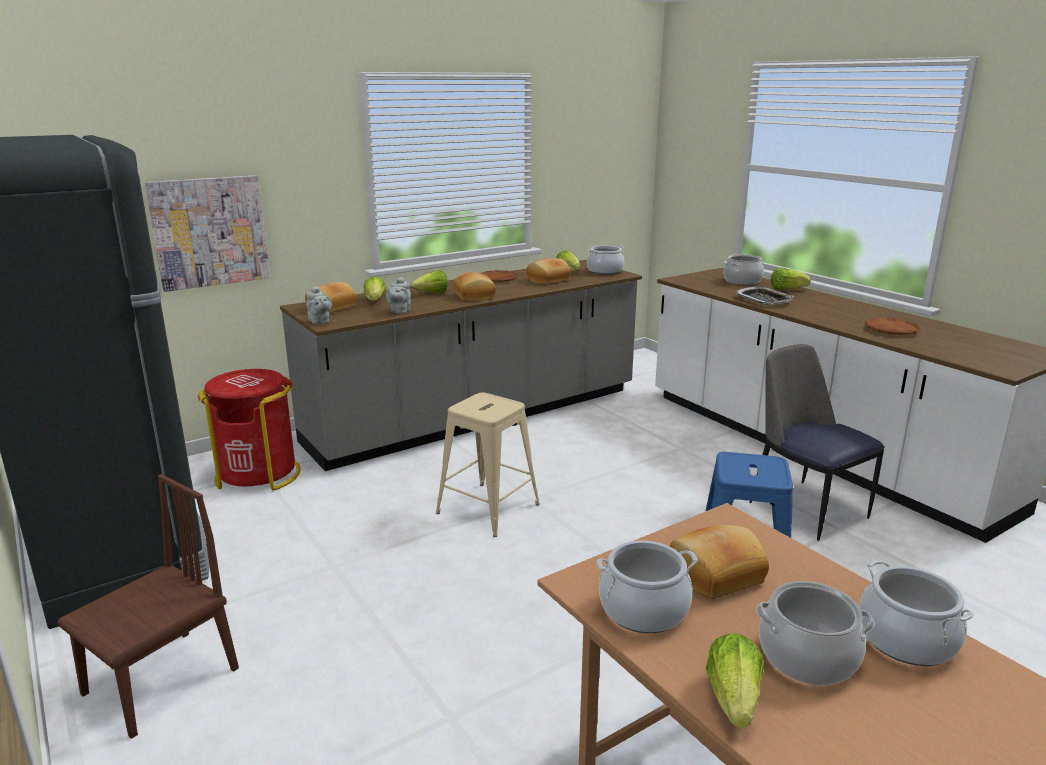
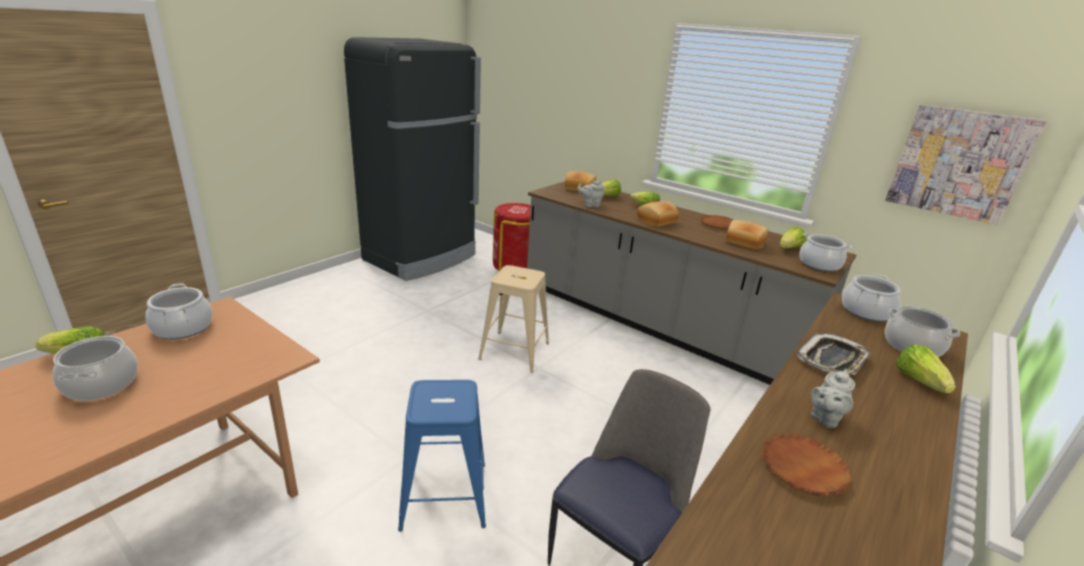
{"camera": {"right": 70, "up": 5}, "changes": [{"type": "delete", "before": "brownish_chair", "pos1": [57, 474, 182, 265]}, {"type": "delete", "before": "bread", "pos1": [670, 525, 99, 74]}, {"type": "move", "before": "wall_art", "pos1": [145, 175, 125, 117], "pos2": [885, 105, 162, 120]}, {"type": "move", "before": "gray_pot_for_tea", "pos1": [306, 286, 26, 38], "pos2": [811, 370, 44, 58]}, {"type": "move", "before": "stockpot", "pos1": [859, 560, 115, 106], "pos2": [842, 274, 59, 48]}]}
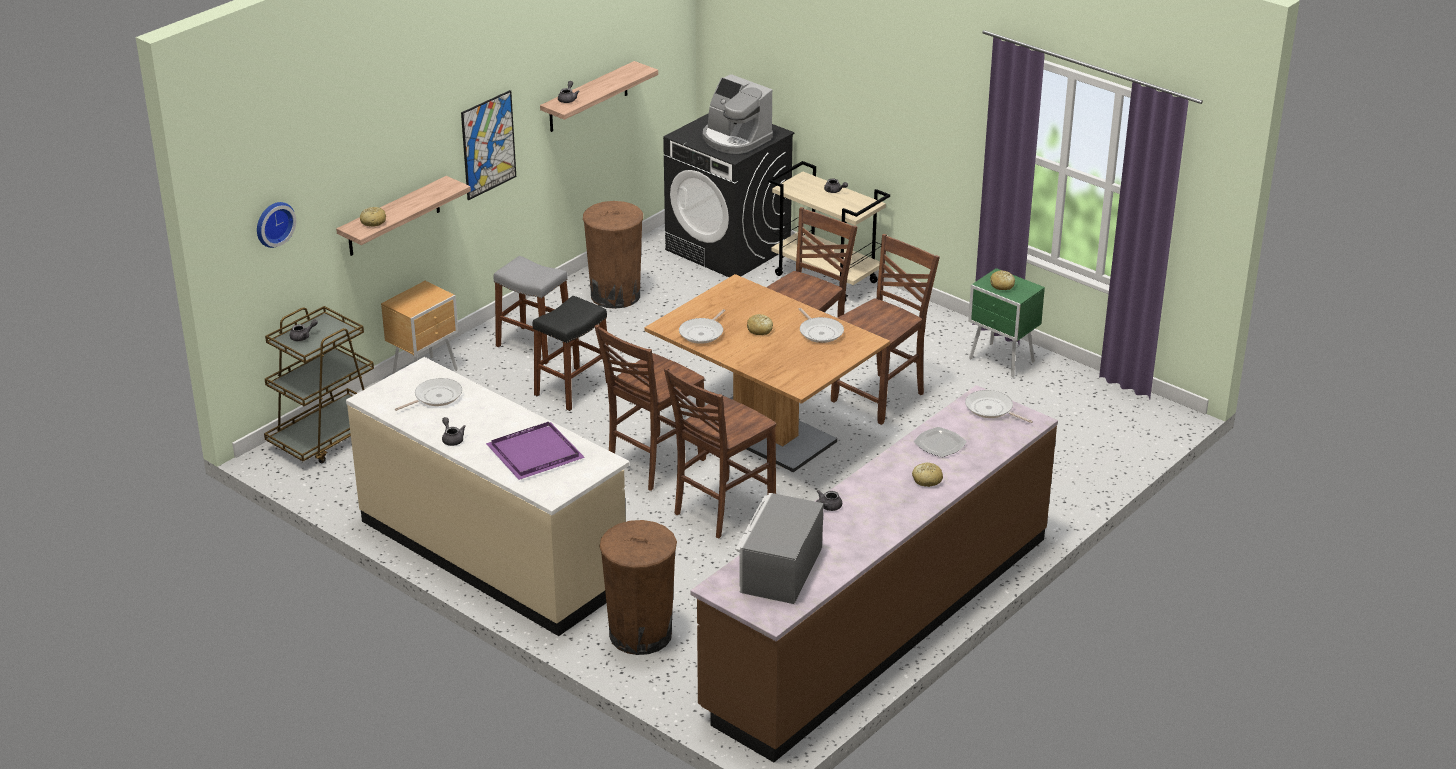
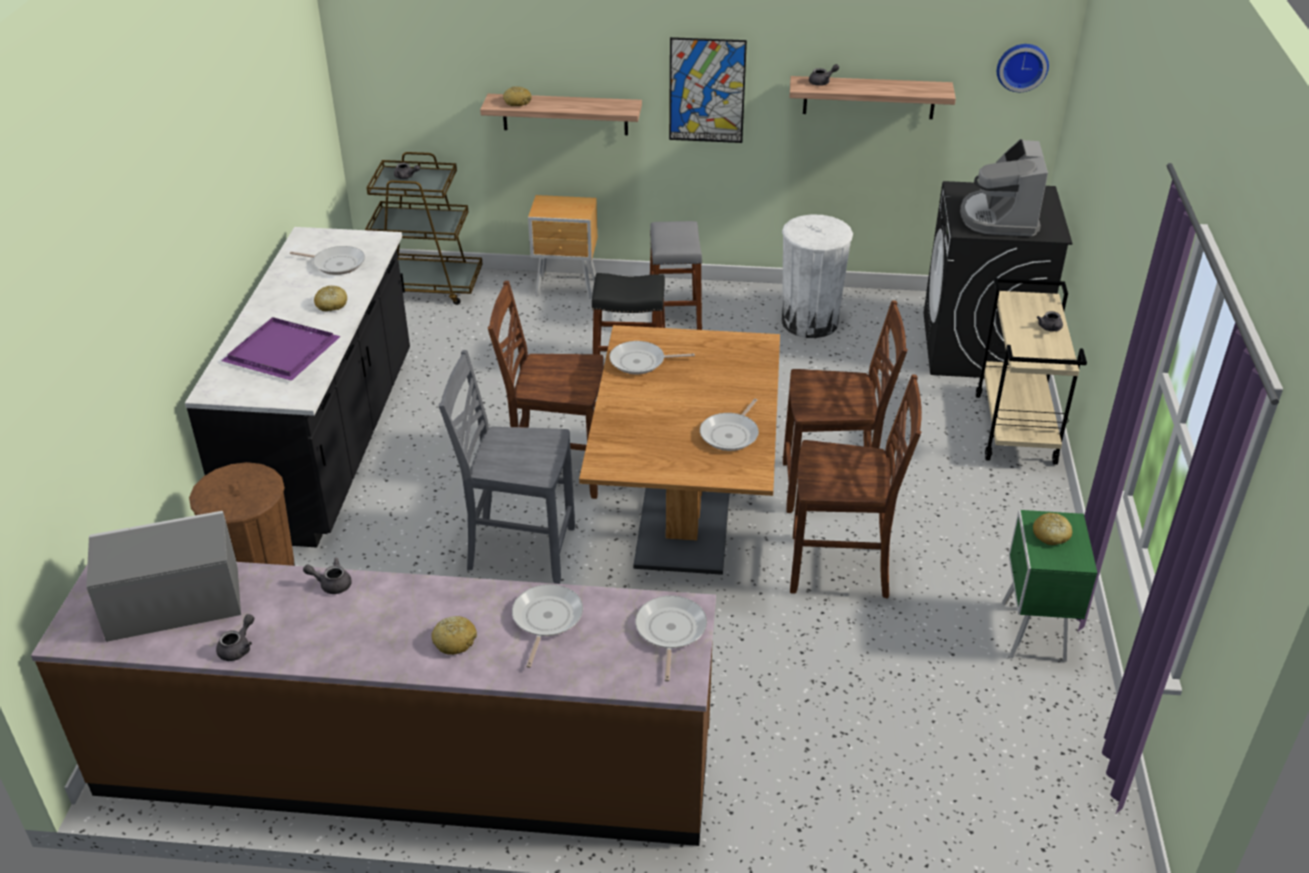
{"camera": {"right": 55, "up": 5}, "changes": [{"type": "move", "before": "hanging_clock", "pos1": [257, 202, 39, 46], "pos2": [997, 44, 52, 48]}, {"type": "move", "before": "gray_pot_for_tea", "pos1": [442, 417, 24, 29], "pos2": [216, 614, 38, 47]}, {"type": "move", "before": "bread", "pos1": [747, 314, 26, 21], "pos2": [314, 286, 33, 25]}, {"type": "replace", "before": "dinner_plate", "after": "skillet", "pos1": [914, 427, 53, 30], "pos2": [512, 584, 71, 84]}, {"type": "recolor", "before": "beige-coloured_kitchen_counter", "after": "blackish_kitchen_counter", "pos1": [346, 357, 284, 279], "pos2": [185, 227, 225, 320]}, {"type": "recolor", "before": "brownish_trash_can", "after": "whitish_trash_can", "pos1": [583, 201, 60, 108], "pos2": [782, 214, 71, 124]}, {"type": "recolor", "before": "brownish_chair", "after": "gray_chair", "pos1": [664, 367, 112, 171], "pos2": [439, 350, 136, 234]}]}
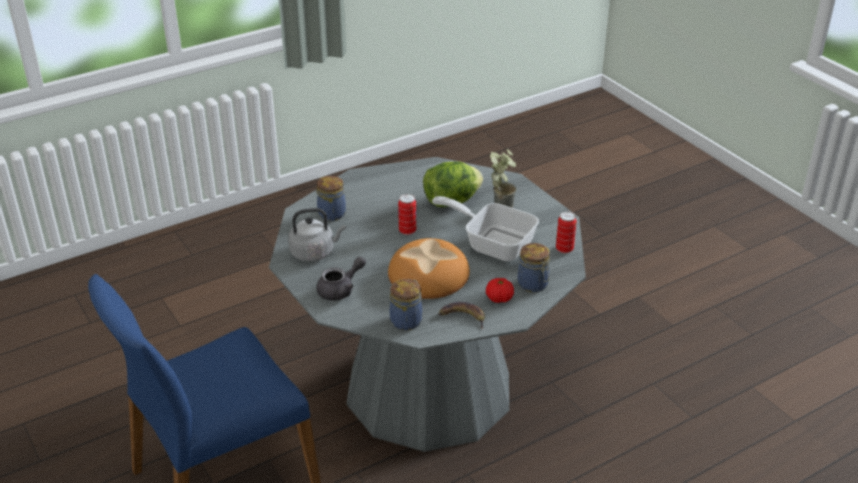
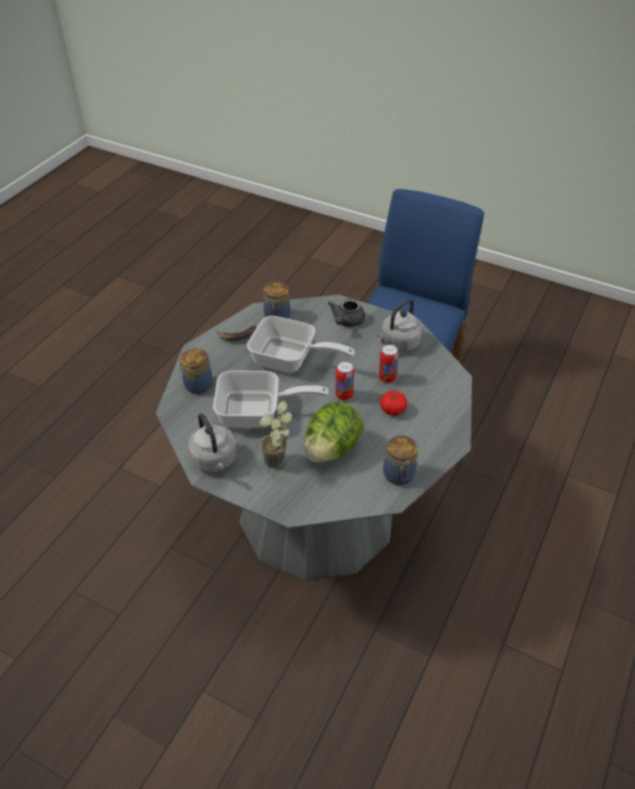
{"camera": {"right": 150, "up": 10}, "changes": [{"type": "insert", "after": "gray_water_kettle", "pos2": [187, 413, 49, 59]}, {"type": "move", "before": "preserve_jar", "pos1": [317, 176, 29, 45], "pos2": [383, 435, 35, 50]}, {"type": "move", "before": "tomato", "pos1": [486, 278, 28, 25], "pos2": [380, 390, 27, 26]}, {"type": "move", "before": "metal_can", "pos1": [556, 211, 21, 42], "pos2": [379, 344, 19, 39]}, {"type": "replace", "before": "bread", "after": "skillet", "pos1": [388, 238, 82, 61], "pos2": [247, 316, 108, 57]}]}
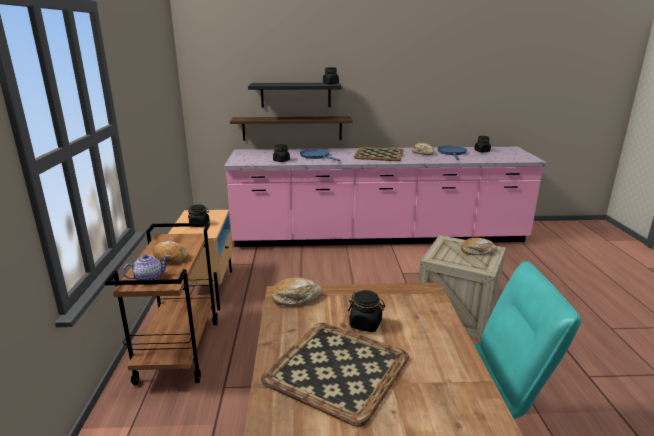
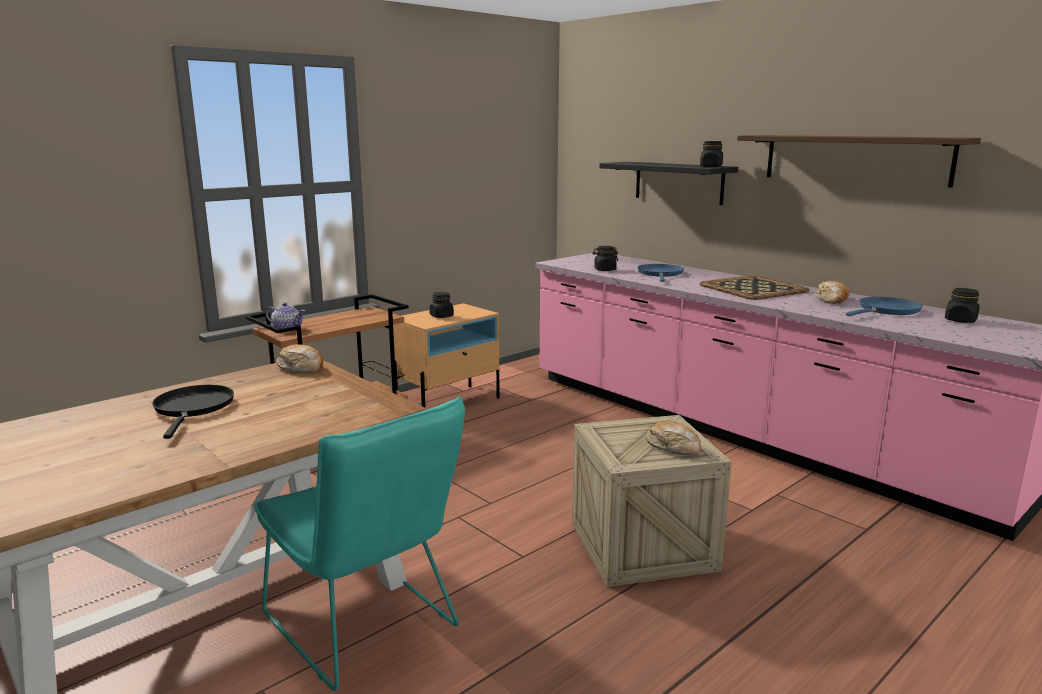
{"camera": {"right": 50, "up": -5}, "changes": [{"type": "delete", "before": "bread", "pos1": [153, 241, 36, 22]}, {"type": "delete", "before": "blackish_preserve_jar", "pos1": [348, 290, 38, 42]}, {"type": "move", "before": "bracket_shelf", "pos1": [230, 116, 122, 25], "pos2": [737, 135, 244, 53]}, {"type": "replace", "before": "tray", "after": "blackish_skillet", "pos1": [261, 323, 148, 104], "pos2": [152, 385, 82, 54]}]}
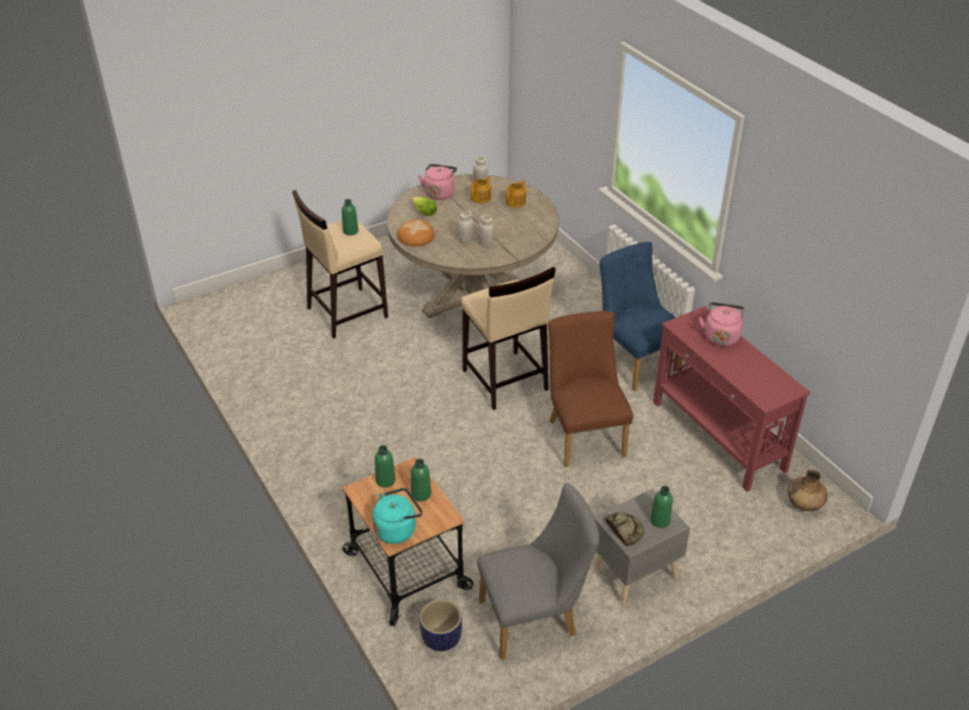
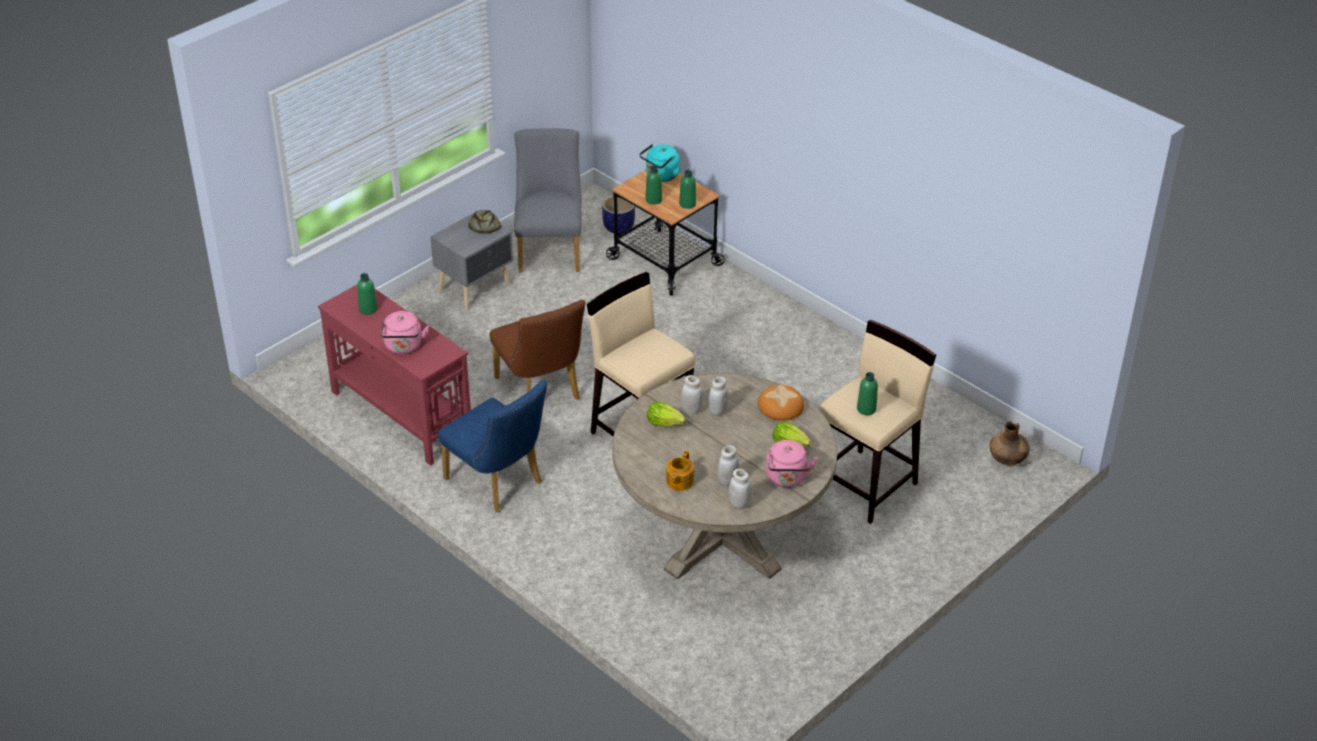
{"camera": {"right": 165, "up": 0}, "changes": [{"type": "insert", "after": "lettuce_head", "pos2": [647, 401, 39, 25]}, {"type": "move", "before": "green_drink_bottle", "pos1": [650, 486, 23, 42], "pos2": [357, 273, 21, 42]}, {"type": "move", "before": "brownish_flower_vase", "pos1": [788, 470, 40, 41], "pos2": [990, 421, 40, 44]}, {"type": "replace", "before": "pot_for_tea", "after": "whitish_preserve_jar", "pos1": [471, 176, 20, 27], "pos2": [718, 445, 21, 41]}, {"type": "rotate", "before": "gray_chair", "pos1": [477, 483, 123, 177], "pos2": [514, 128, 68, 145], "turn": 120}]}
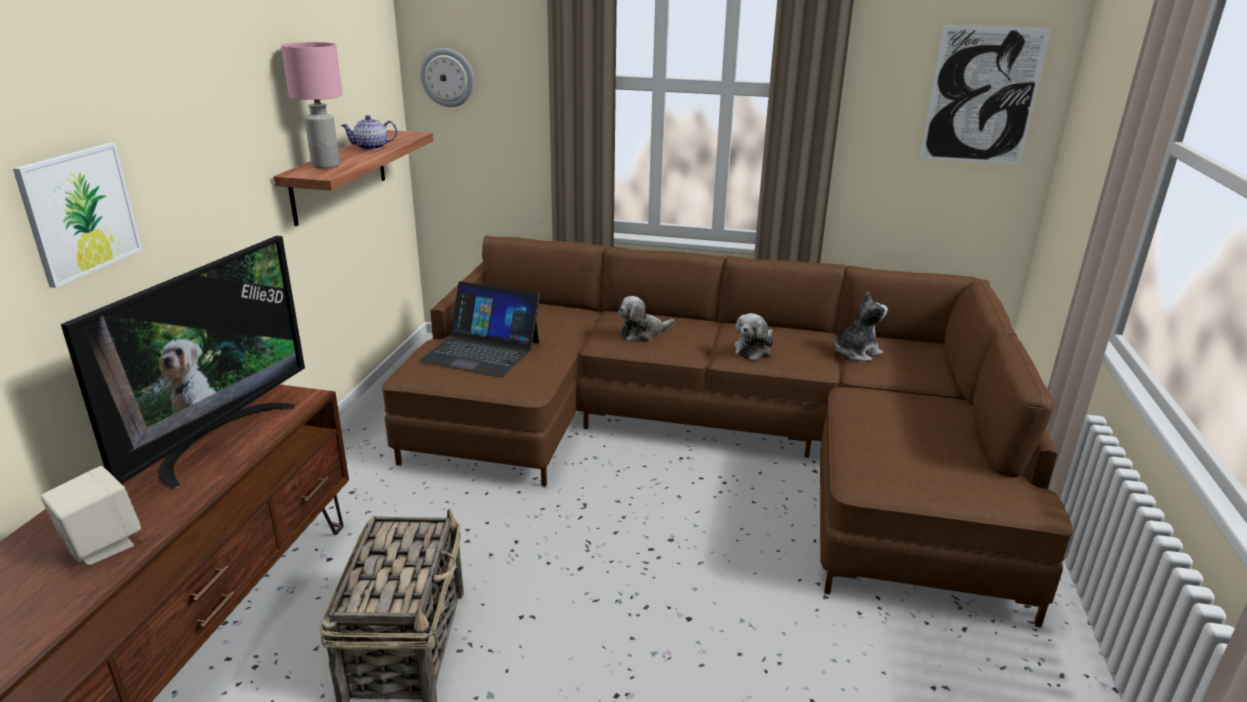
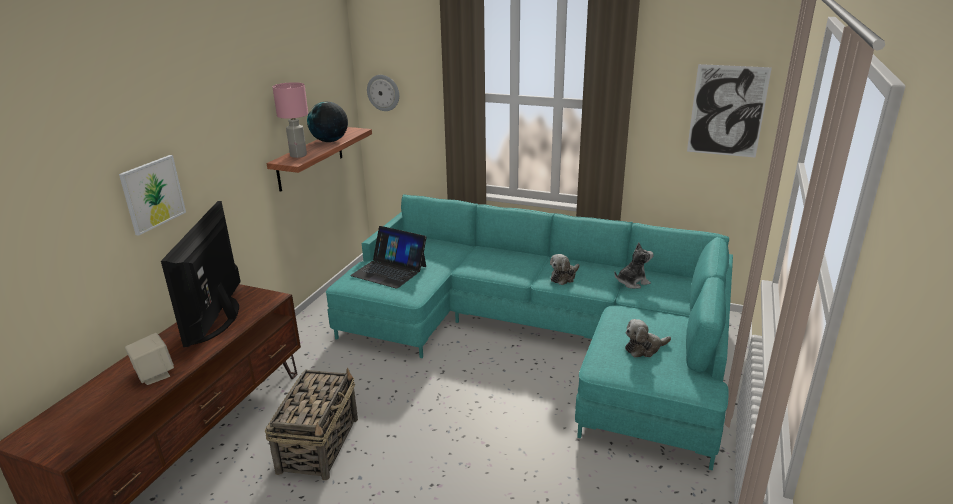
{"camera": {"right": 10, "up": 0}, "changes": [{"type": "move", "before": "soft_toy", "pos1": [619, 296, 56, 46], "pos2": [625, 319, 46, 38]}, {"type": "replace", "before": "pot_for_tea", "after": "globe", "pos1": [340, 115, 57, 35], "pos2": [307, 102, 41, 40]}, {"type": "recolor", "before": "brownish_sofa", "after": "turquoise_sofa", "pos1": [382, 235, 691, 392], "pos2": [326, 194, 407, 276]}, {"type": "rotate", "before": "television", "pos1": [61, 236, 244, 254], "pos2": [161, 201, 80, 146], "turn": 150}]}
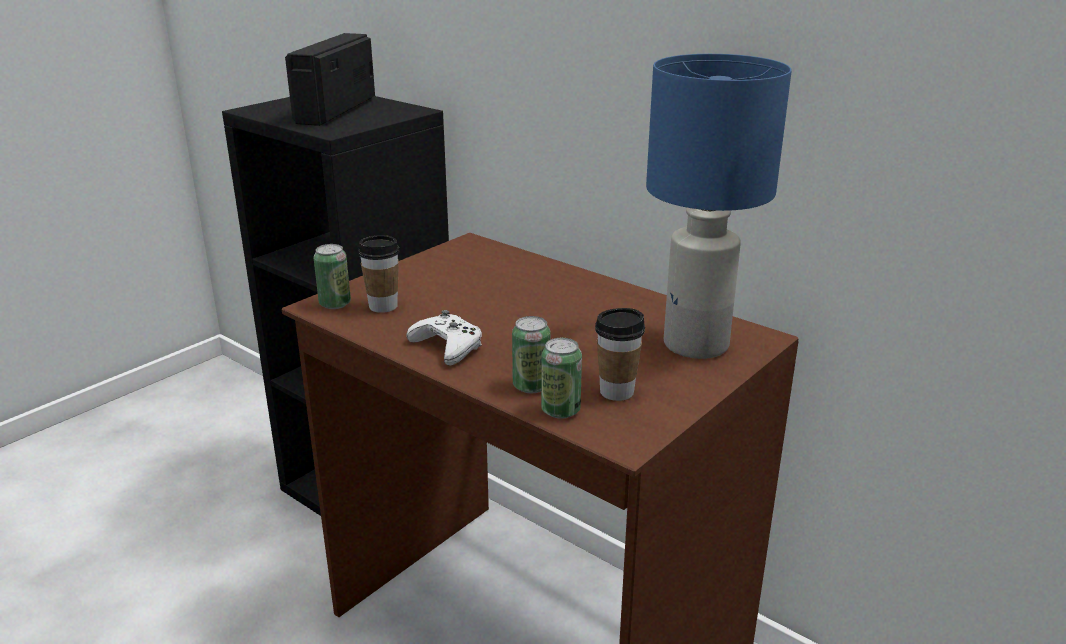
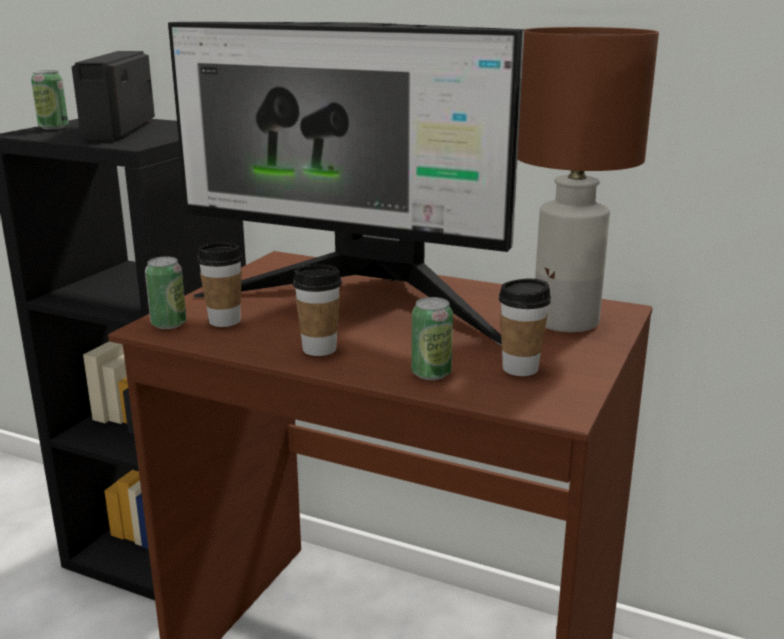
{"camera": {"right": -15, "up": -5}, "changes": [{"type": "insert", "after": "computer_display", "pos2": [168, 22, 356, 323]}, {"type": "move", "before": "metal_can", "pos1": [541, 338, 41, 81], "pos2": [31, 70, 37, 60]}, {"type": "replace", "before": "whitish_joypad", "after": "small_cup", "pos1": [407, 310, 75, 56], "pos2": [293, 265, 49, 91]}, {"type": "recolor", "before": "blue_tabletop_lamp", "after": "brownish_tabletop_lamp", "pos1": [646, 54, 146, 305], "pos2": [517, 27, 142, 305]}]}
